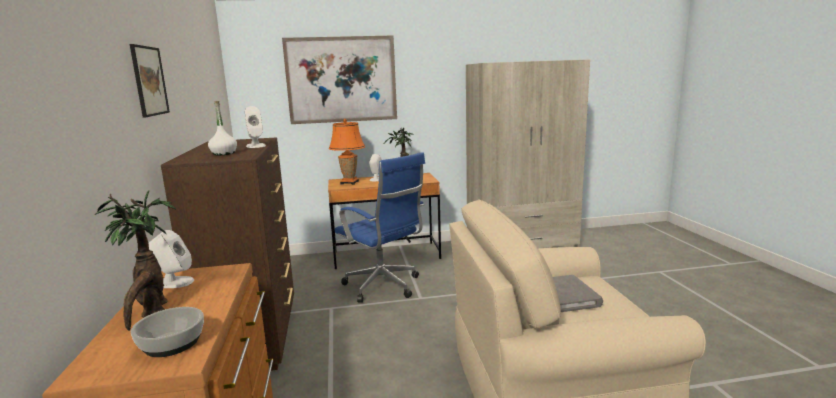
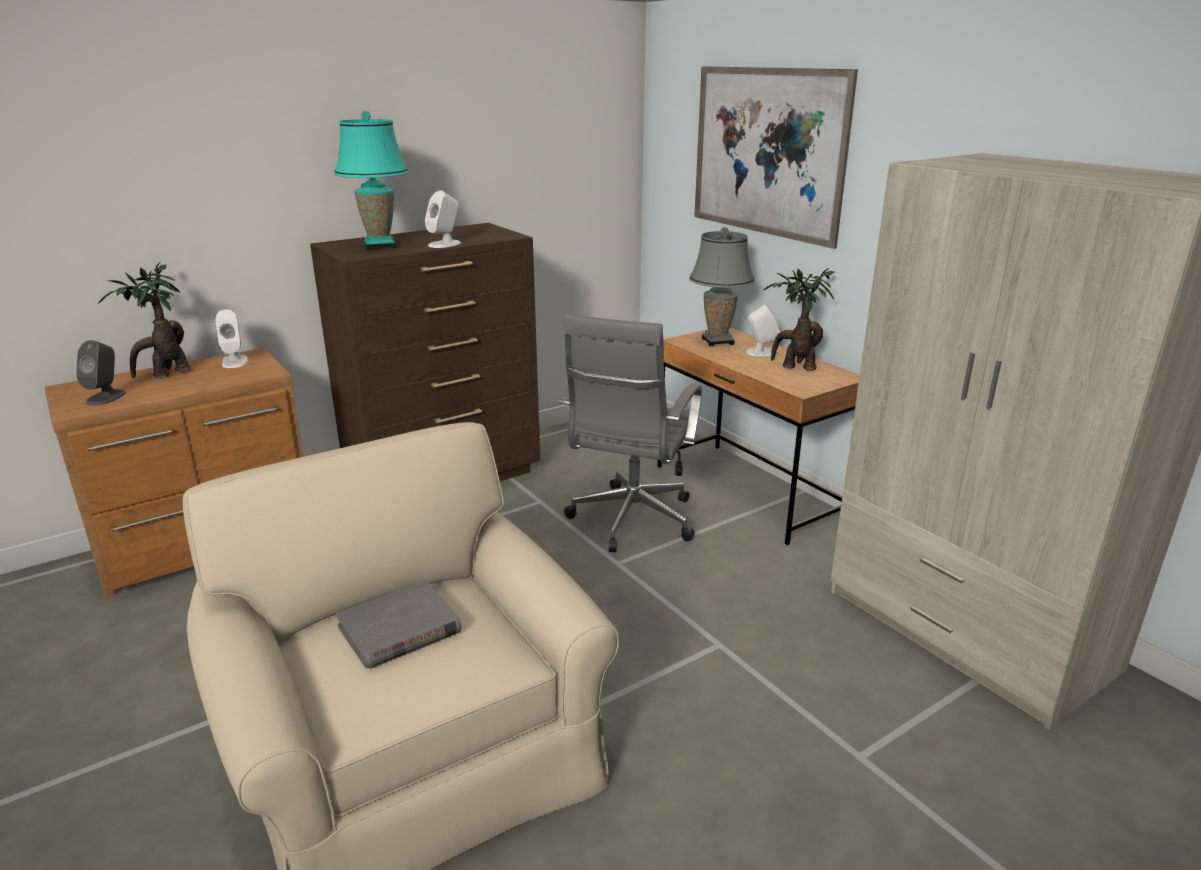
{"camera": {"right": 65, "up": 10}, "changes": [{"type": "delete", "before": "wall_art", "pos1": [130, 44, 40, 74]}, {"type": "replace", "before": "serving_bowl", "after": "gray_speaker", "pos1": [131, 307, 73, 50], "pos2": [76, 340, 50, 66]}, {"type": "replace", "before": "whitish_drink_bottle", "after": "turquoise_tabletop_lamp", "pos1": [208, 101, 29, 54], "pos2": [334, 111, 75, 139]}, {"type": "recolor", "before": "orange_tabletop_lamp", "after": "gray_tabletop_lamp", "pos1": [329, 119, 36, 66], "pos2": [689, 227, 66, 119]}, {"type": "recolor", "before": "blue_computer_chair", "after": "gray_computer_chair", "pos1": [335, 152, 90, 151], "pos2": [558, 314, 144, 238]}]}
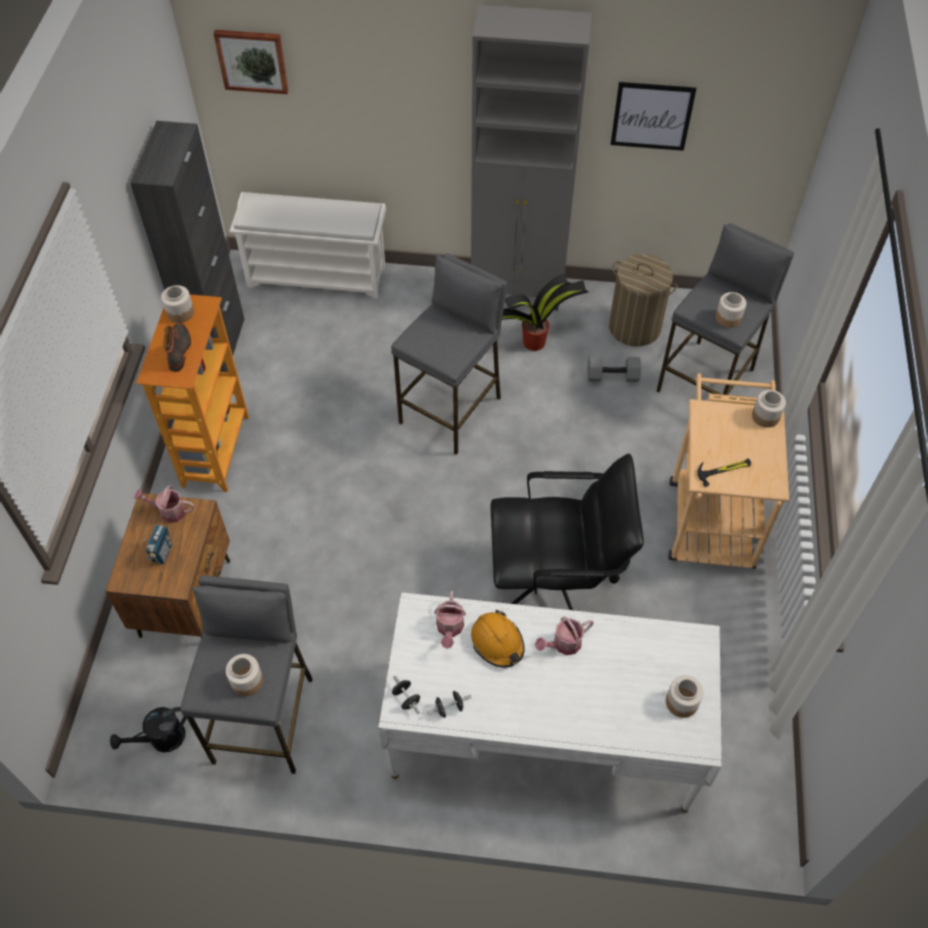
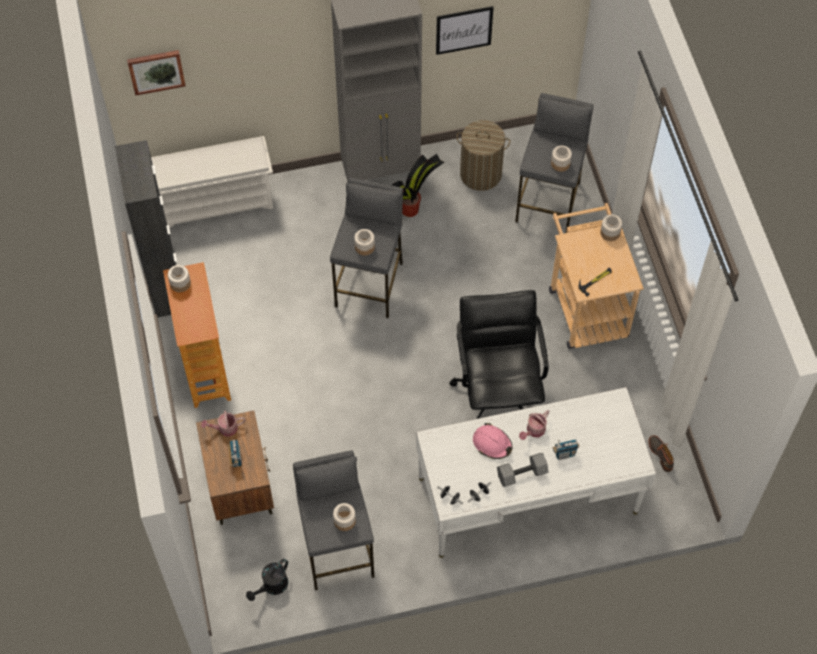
{"camera": {"right": -20, "up": 5}, "changes": [{"type": "delete", "before": "watering_pot", "pos1": [434, 591, 32, 58]}, {"type": "insert", "after": "radio", "pos2": [553, 439, 26, 21]}, {"type": "move", "before": "tall_boot", "pos1": [163, 323, 28, 49], "pos2": [648, 435, 26, 37]}, {"type": "move", "before": "gray_free_weight", "pos1": [587, 357, 54, 25], "pos2": [497, 453, 51, 34]}, {"type": "move", "before": "preserve_jar", "pos1": [666, 675, 37, 43], "pos2": [354, 229, 21, 27]}, {"type": "recolor", "before": "orange_work_helmet", "after": "pink_work_helmet", "pos1": [471, 610, 54, 58], "pos2": [473, 423, 40, 36]}, {"type": "rotate", "before": "blackish_computer_chair", "pos1": [491, 454, 153, 156], "pos2": [449, 290, 100, 129], "turn": -75}]}
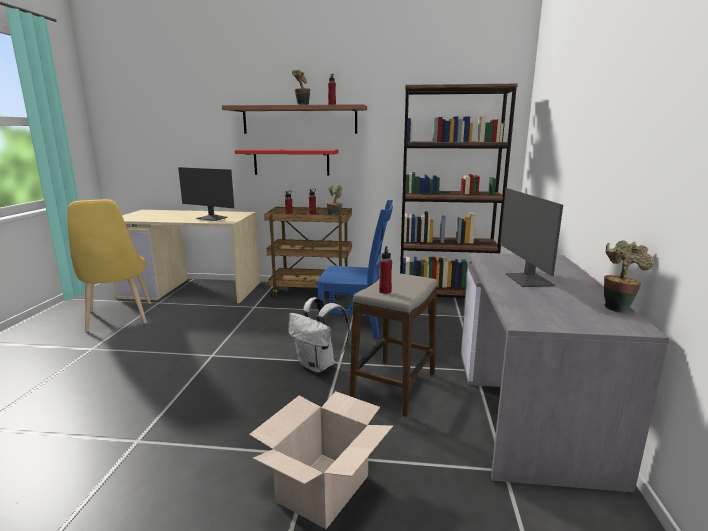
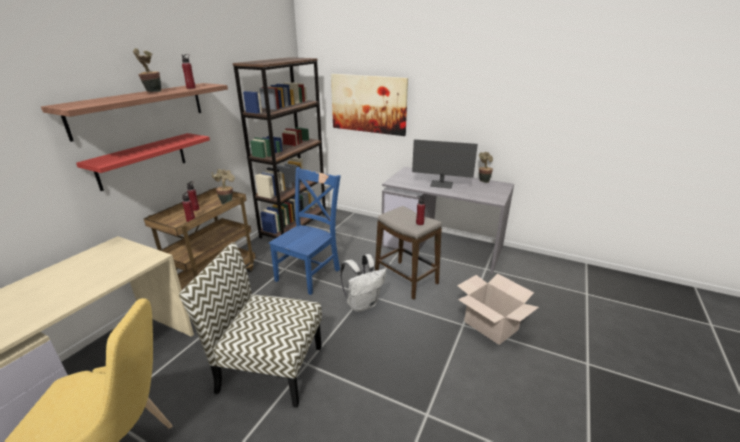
{"camera": {"right": -70, "up": 10}, "changes": [{"type": "delete", "before": "computer_display", "pos1": [178, 167, 56, 54]}, {"type": "insert", "after": "chair", "pos2": [179, 243, 143, 165]}, {"type": "insert", "after": "wall_art", "pos2": [331, 74, 77, 62]}]}
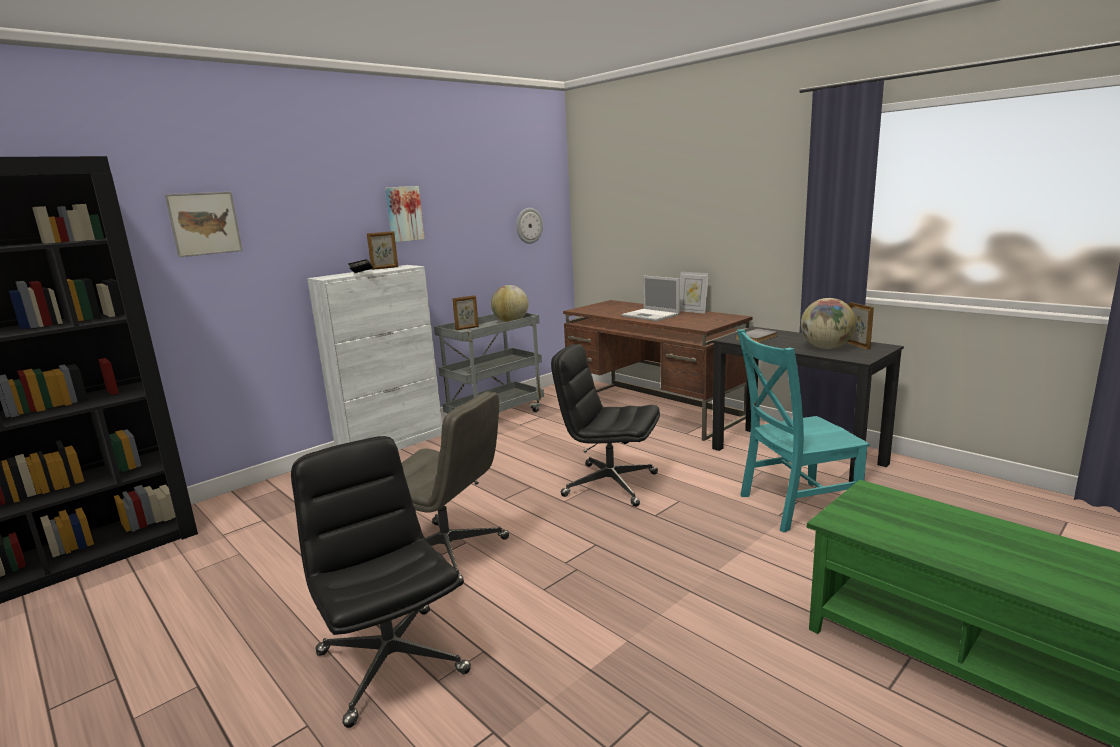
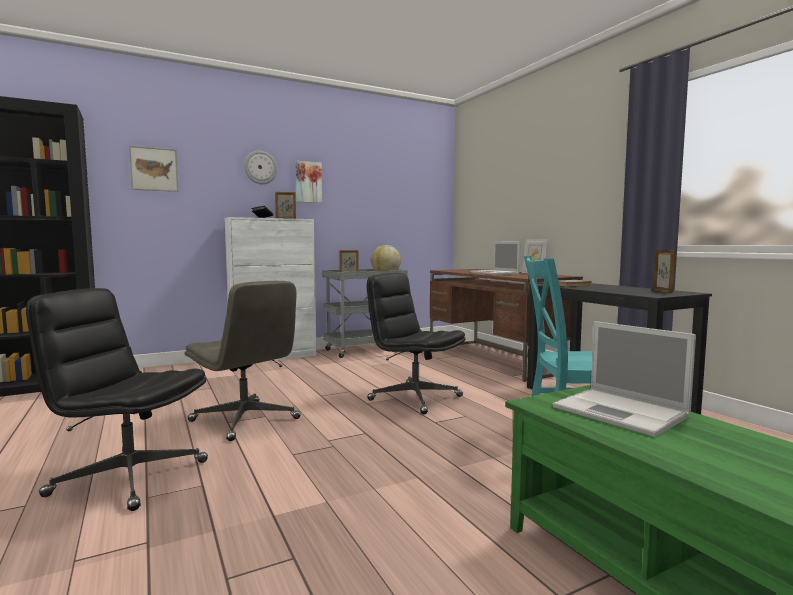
{"camera": {"right": 15, "up": -10}, "changes": [{"type": "delete", "before": "globe", "pos1": [801, 298, 55, 51]}, {"type": "insert", "after": "portable_computer", "pos2": [553, 321, 143, 116]}, {"type": "move", "before": "hanging_clock", "pos1": [516, 208, 27, 36], "pos2": [244, 151, 33, 33]}, {"type": "rotate", "before": "blackish_computer_chair", "pos1": [291, 436, 180, 292], "pos2": [26, 288, 182, 223], "turn": -60}]}
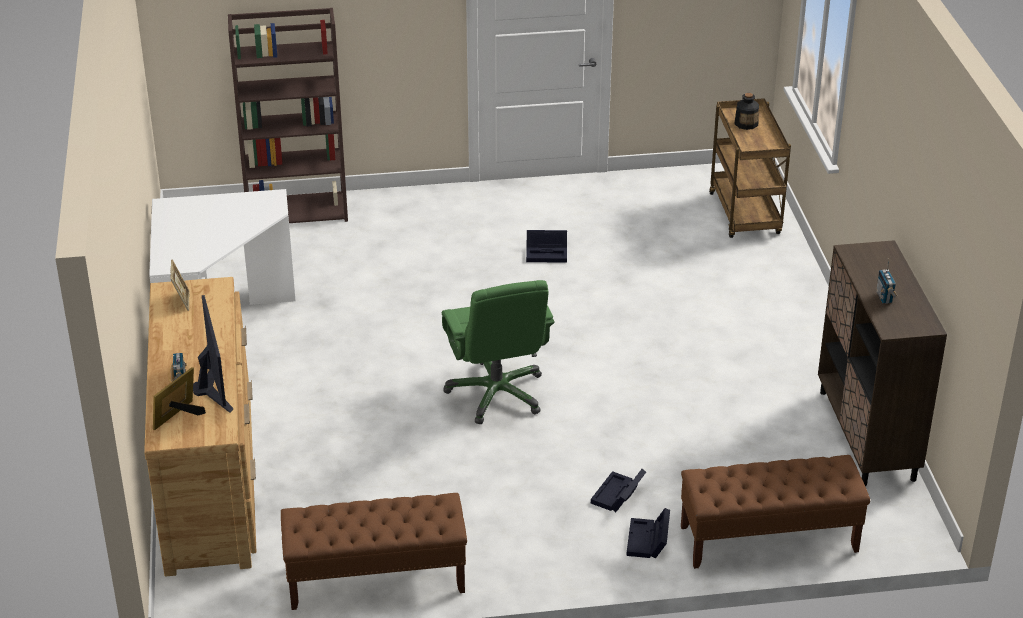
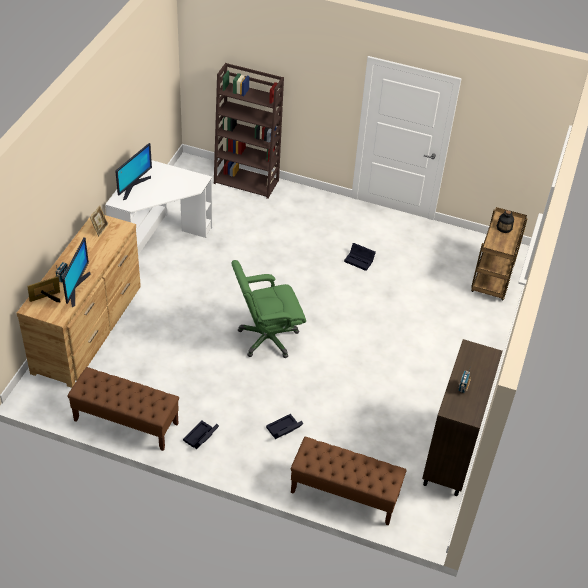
{"camera": {"right": 25, "up": 10}, "changes": [{"type": "insert", "after": "computer_display", "pos2": [115, 143, 37, 57]}, {"type": "move", "before": "blackish_storage_container", "pos1": [626, 508, 44, 50], "pos2": [183, 420, 36, 29]}, {"type": "rotate", "before": "green_computer_chair", "pos1": [442, 280, 113, 144], "pos2": [231, 260, 75, 98], "turn": 60}]}
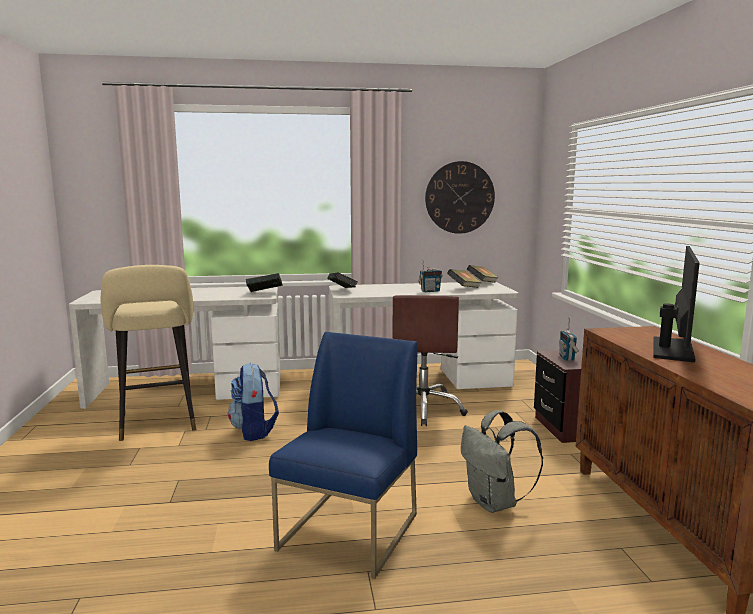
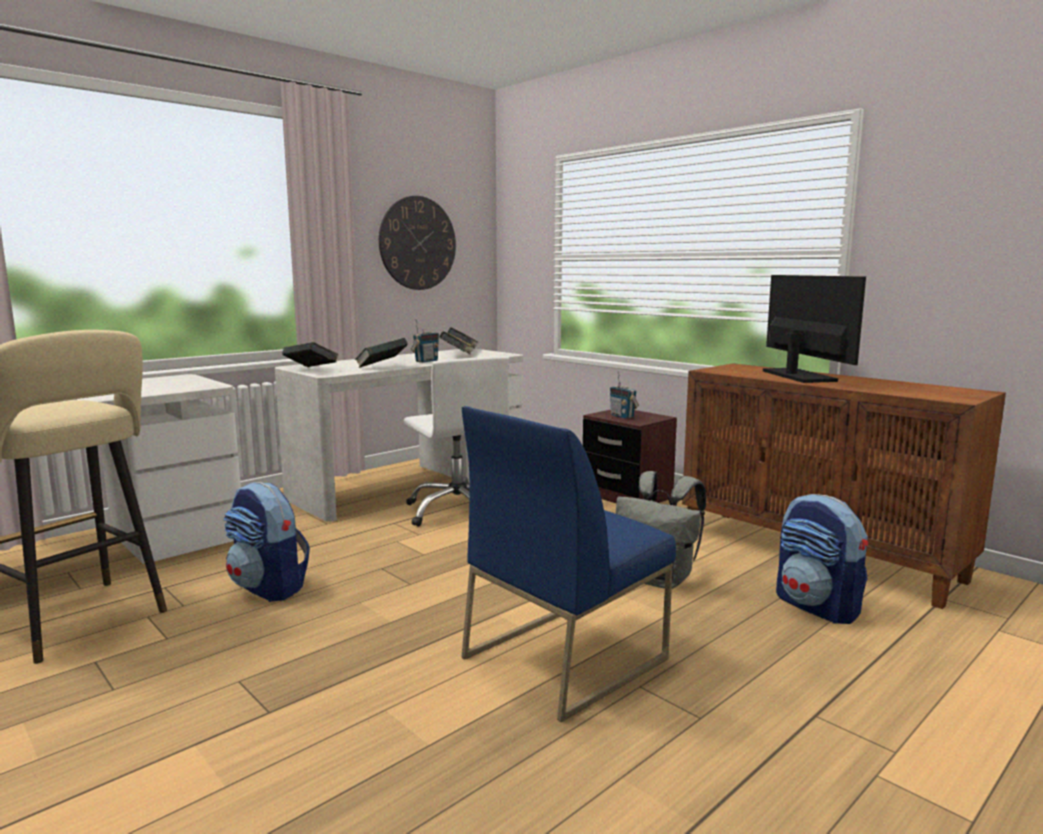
{"camera": {"right": -35, "up": 0}, "changes": [{"type": "insert", "after": "knapsack", "pos2": [776, 494, 92, 130]}, {"type": "move", "before": "bound_book", "pos1": [246, 273, 37, 19], "pos2": [355, 338, 53, 30]}, {"type": "recolor", "before": "brownish_computer_chair", "after": "whitish_computer_chair", "pos1": [392, 295, 76, 131], "pos2": [404, 356, 105, 171]}, {"type": "rotate", "before": "blue_chair", "pos1": [269, 332, 148, 247], "pos2": [462, 406, 214, 316], "turn": -120}]}
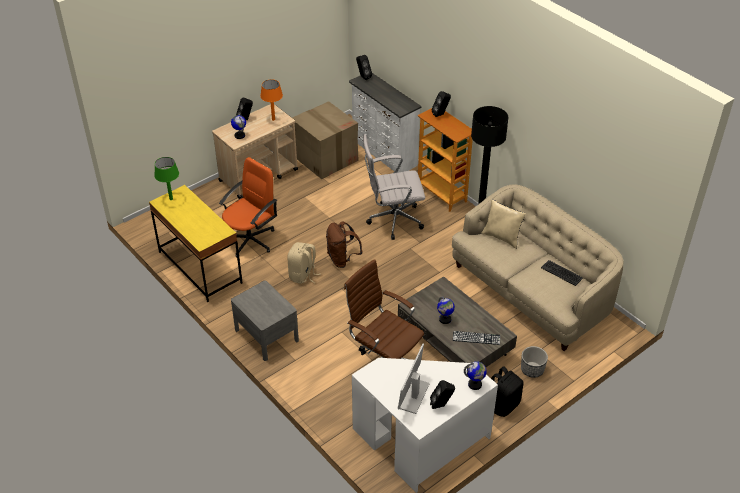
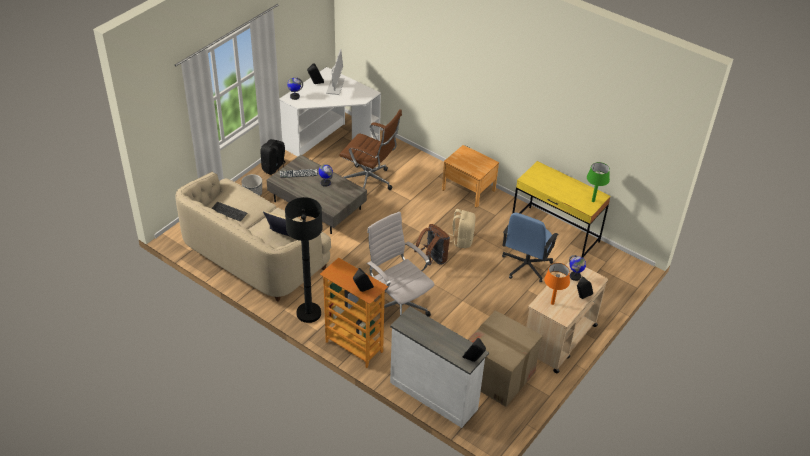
{"camera": {"right": 165, "up": 0}, "changes": [{"type": "recolor", "before": "orange_computer_chair", "after": "blue_computer_chair", "pos1": [219, 157, 58, 101], "pos2": [502, 212, 57, 71]}, {"type": "recolor", "before": "gray_nightstand", "after": "brownish_nightstand", "pos1": [231, 280, 68, 81], "pos2": [442, 145, 57, 63]}, {"type": "rotate", "before": "whitish_computer_chair", "pos1": [363, 134, 62, 106], "pos2": [367, 212, 67, 105], "turn": -105}]}
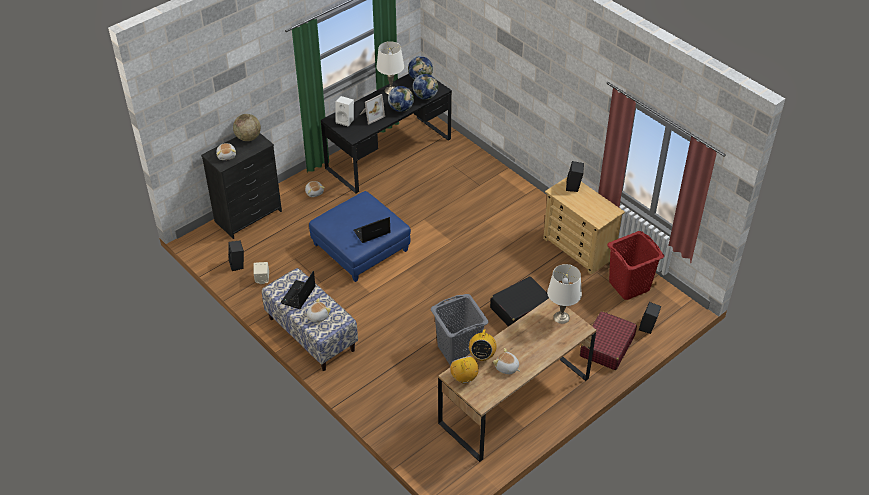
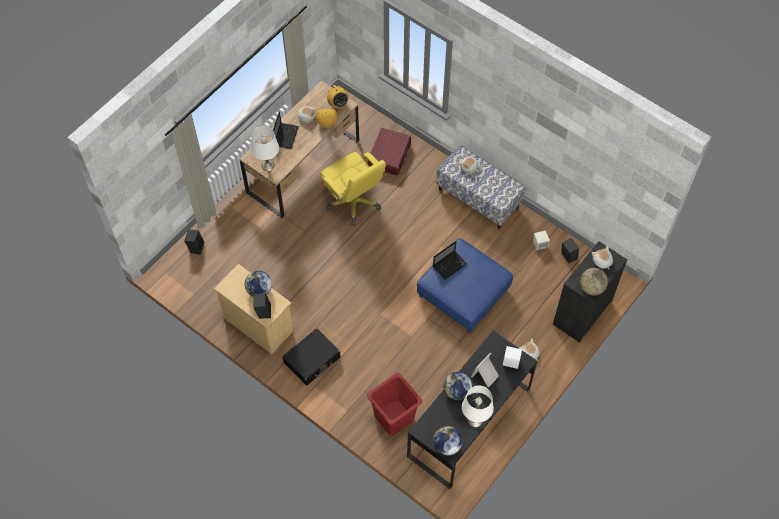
{"camera": {"right": 170, "up": 15}, "changes": [{"type": "move", "before": "portable_computer", "pos1": [281, 271, 34, 38], "pos2": [273, 112, 26, 37]}, {"type": "move", "before": "globe", "pos1": [413, 74, 25, 26], "pos2": [245, 271, 27, 26]}, {"type": "move", "before": "blackish_piece_of_luggage", "pos1": [490, 276, 59, 51], "pos2": [282, 328, 59, 57]}, {"type": "move", "before": "red-coloured_piece_of_luggage", "pos1": [580, 311, 57, 59], "pos2": [368, 128, 43, 47]}, {"type": "move", "before": "red-coloured_laundry_basket", "pos1": [607, 231, 57, 69], "pos2": [367, 373, 55, 63]}, {"type": "replace", "before": "gray_laundry_basket", "after": "yellowish_computer_chair", "pos1": [431, 294, 58, 71], "pos2": [320, 152, 66, 74]}]}
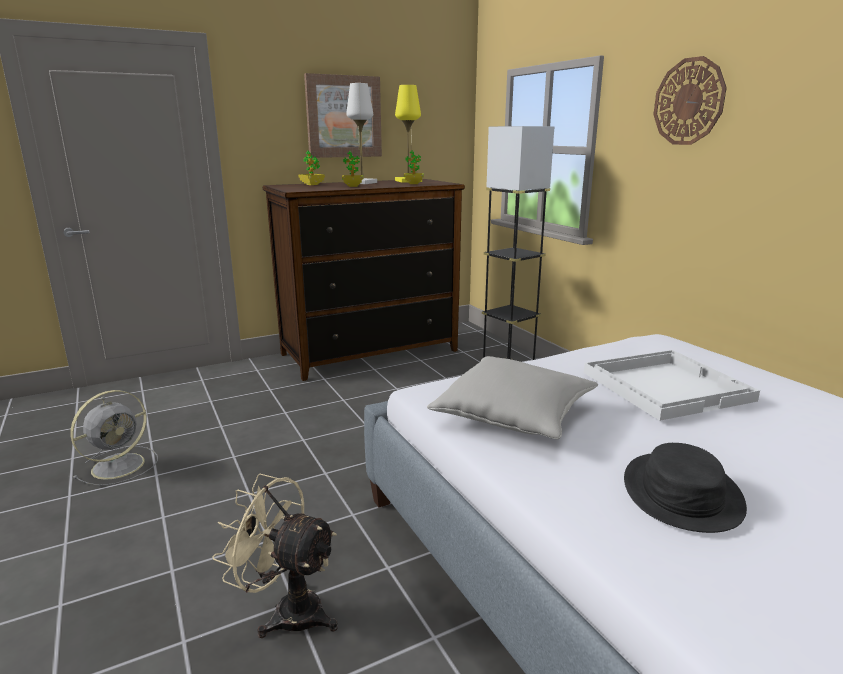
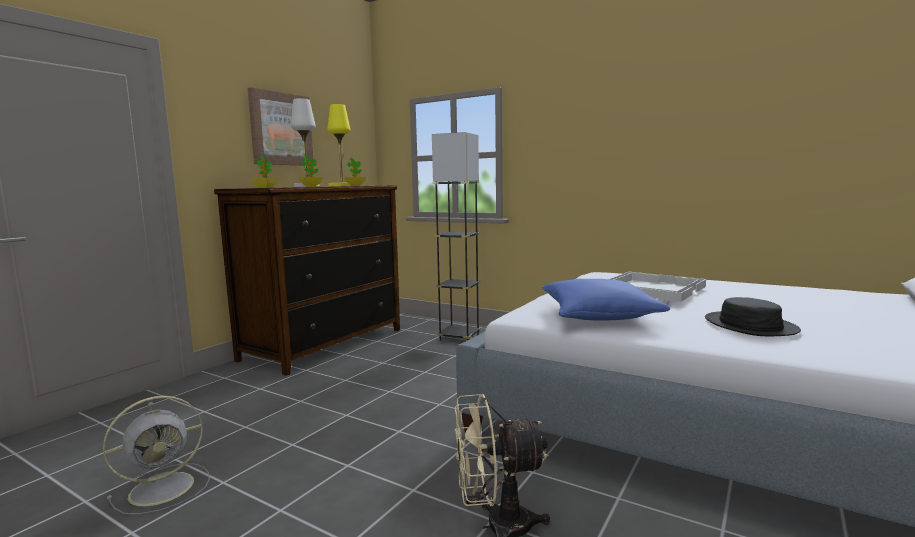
{"camera": {"right": -30, "up": -10}, "changes": [{"type": "delete", "before": "hanging_clock", "pos1": [653, 56, 74, 89]}, {"type": "recolor", "before": "gray_throw_pillow", "after": "blue_throw_pillow", "pos1": [427, 356, 171, 83], "pos2": [542, 279, 128, 42]}, {"type": "rotate", "before": "gray_cooling_fan", "pos1": [71, 390, 87, 96], "pos2": [103, 396, 107, 119], "turn": 45}]}
